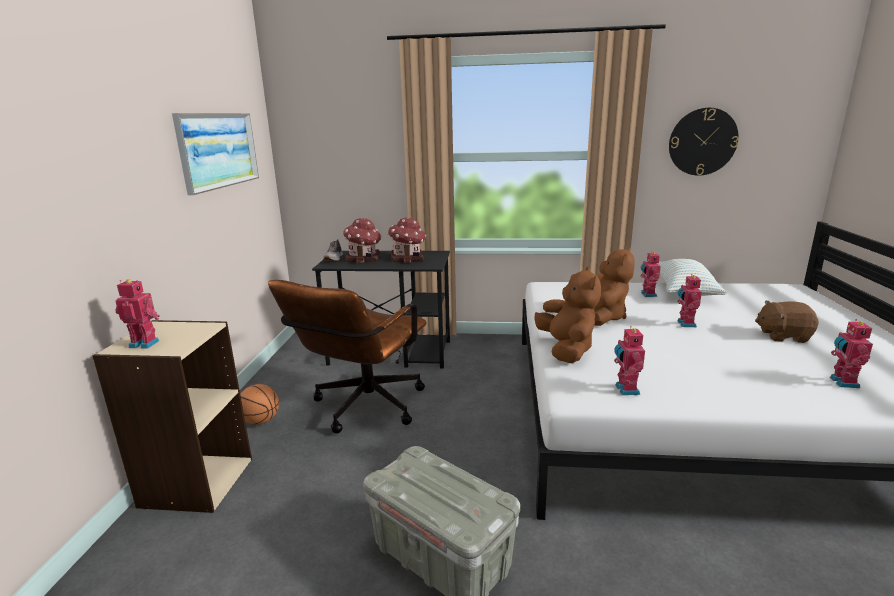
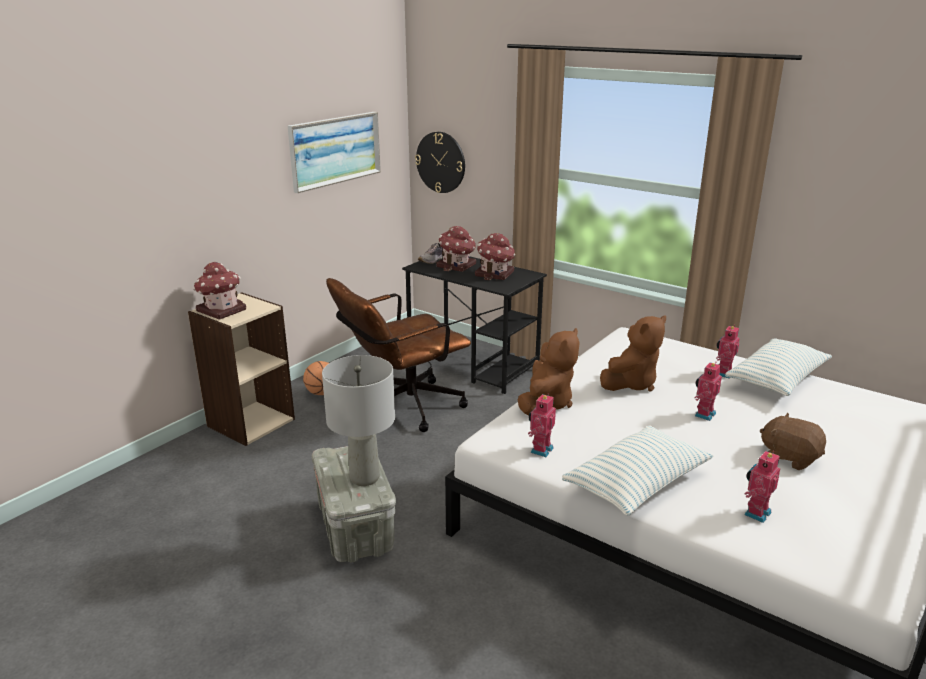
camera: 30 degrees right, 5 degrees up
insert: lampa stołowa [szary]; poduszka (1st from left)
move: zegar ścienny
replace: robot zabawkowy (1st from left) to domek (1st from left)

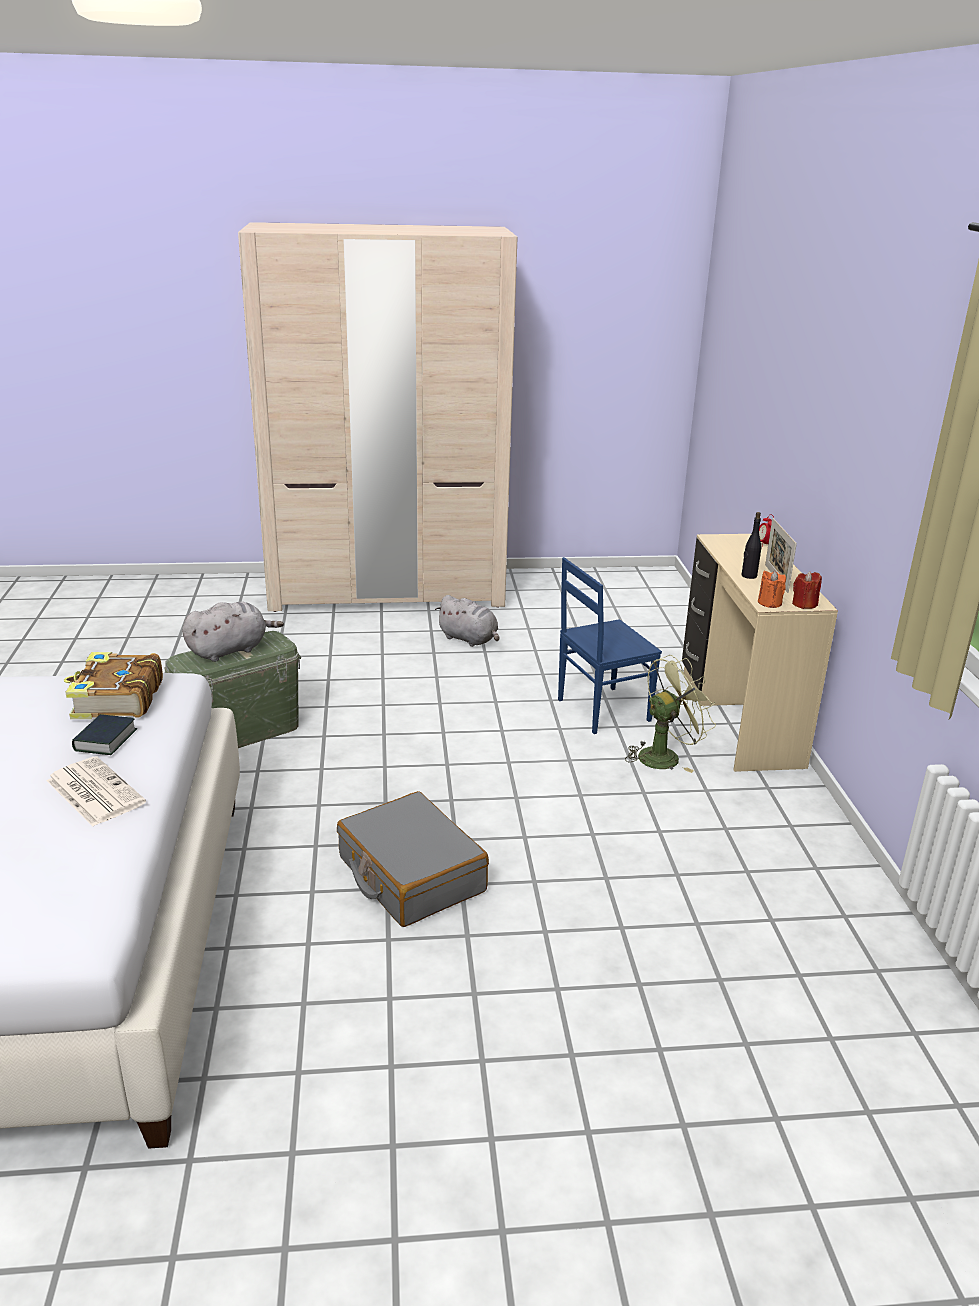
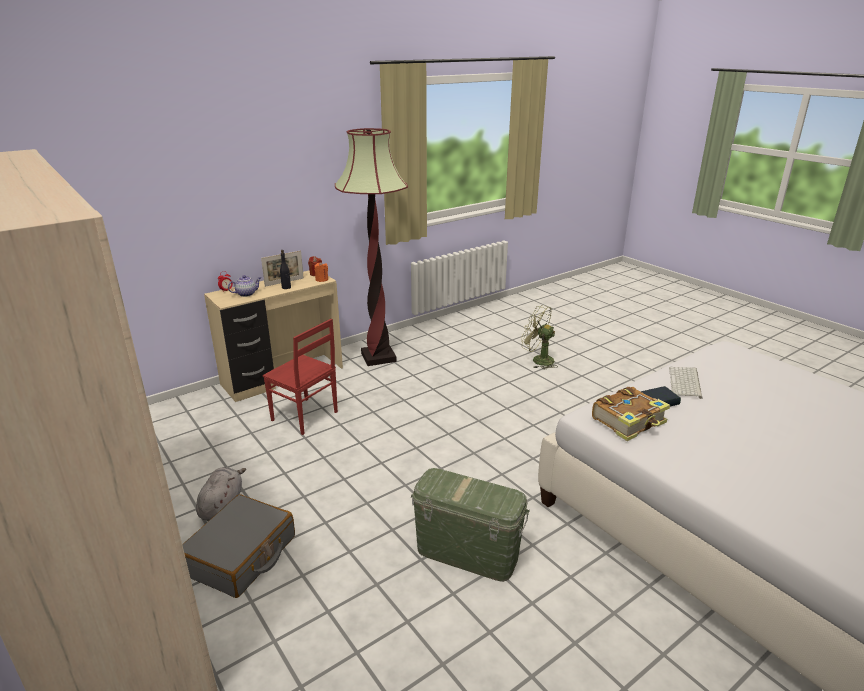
camera: 120 degrees left, 0 degrees up
delete: pluszak [szary] (1st from left)
insert: imbryk; lampa stojąca
move: walizka [szary]; wentylator [zielony]
replace: gazeta to klawiatura
recolor: krzesło [niebieski] to krzesło [czerwony]

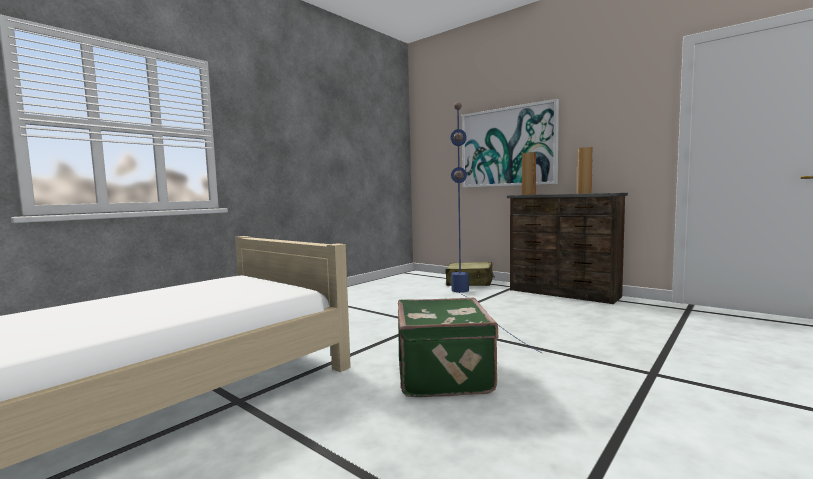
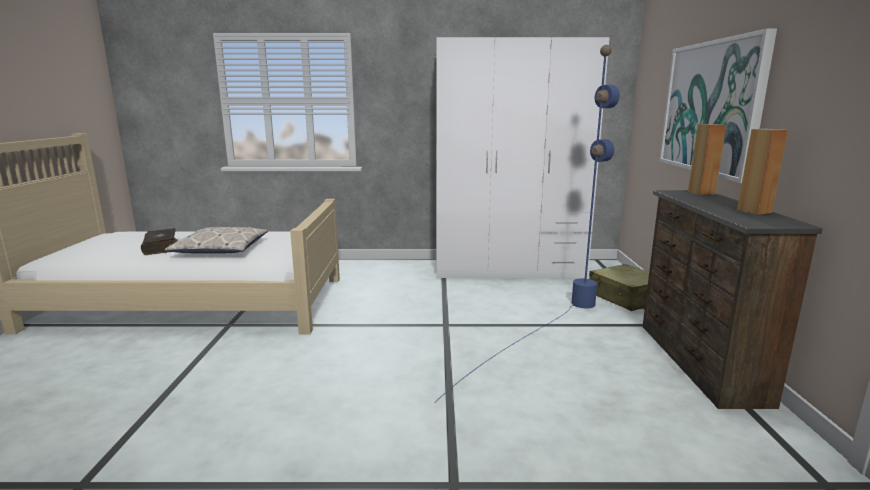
camera: 50 degrees right, 10 degrees up
delete: walizka [zielony]
insert: książka; poduszka; szafa [biały]

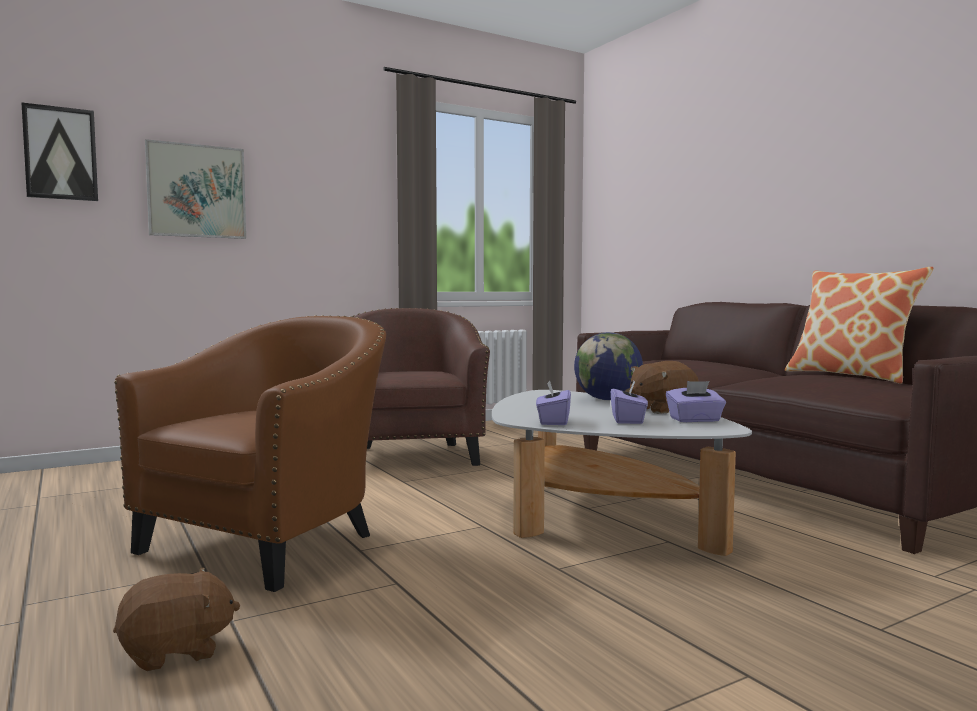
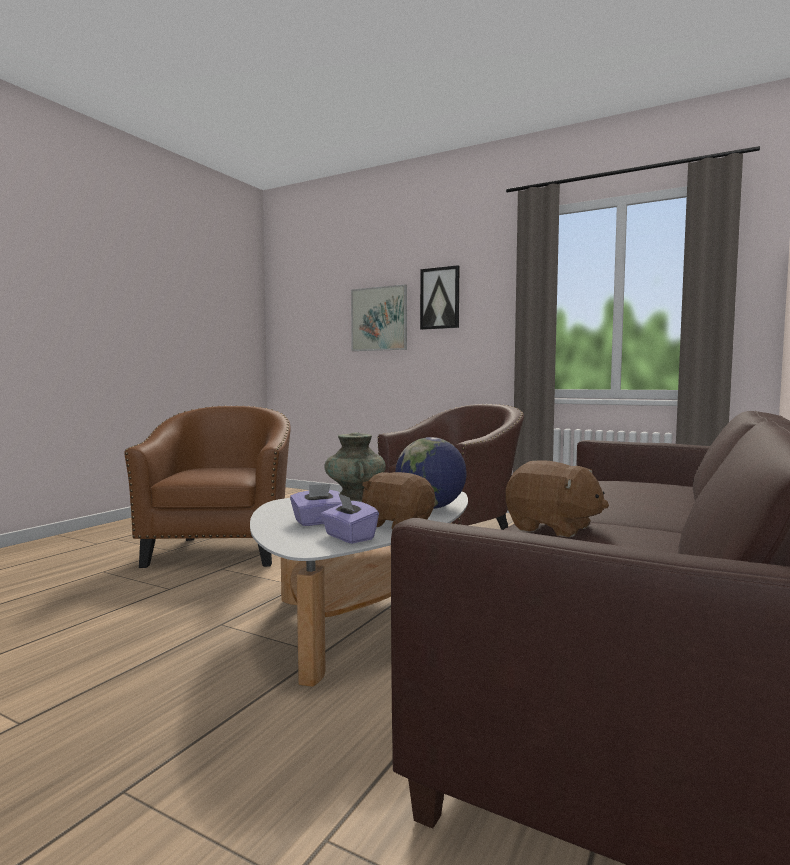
camera: 60 degrees right, 0 degrees up
delete: pudełko chusteczek [fioletowy] (1st from left); poduszka
insert: wazon [turkusowy]
move: obraz (1st from left in the first image) to obraz (2nd from left); pluszak [brązowy] (1st from left in the first image) to pluszak [brązowy] (2nd from left)
rotate: fotel [brązowy] (1st from left) 90 degrees counterclockwise

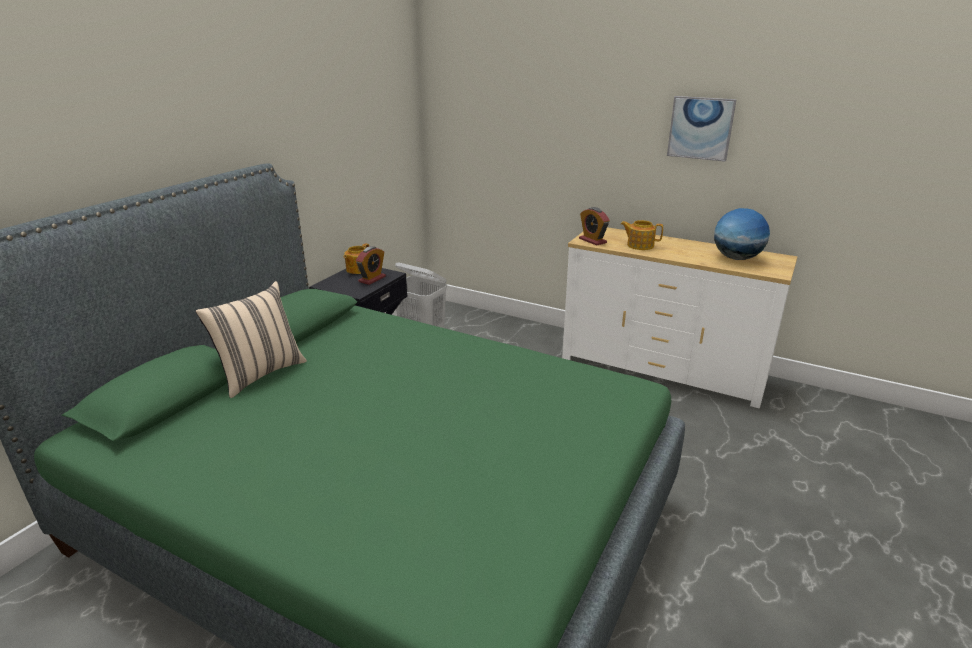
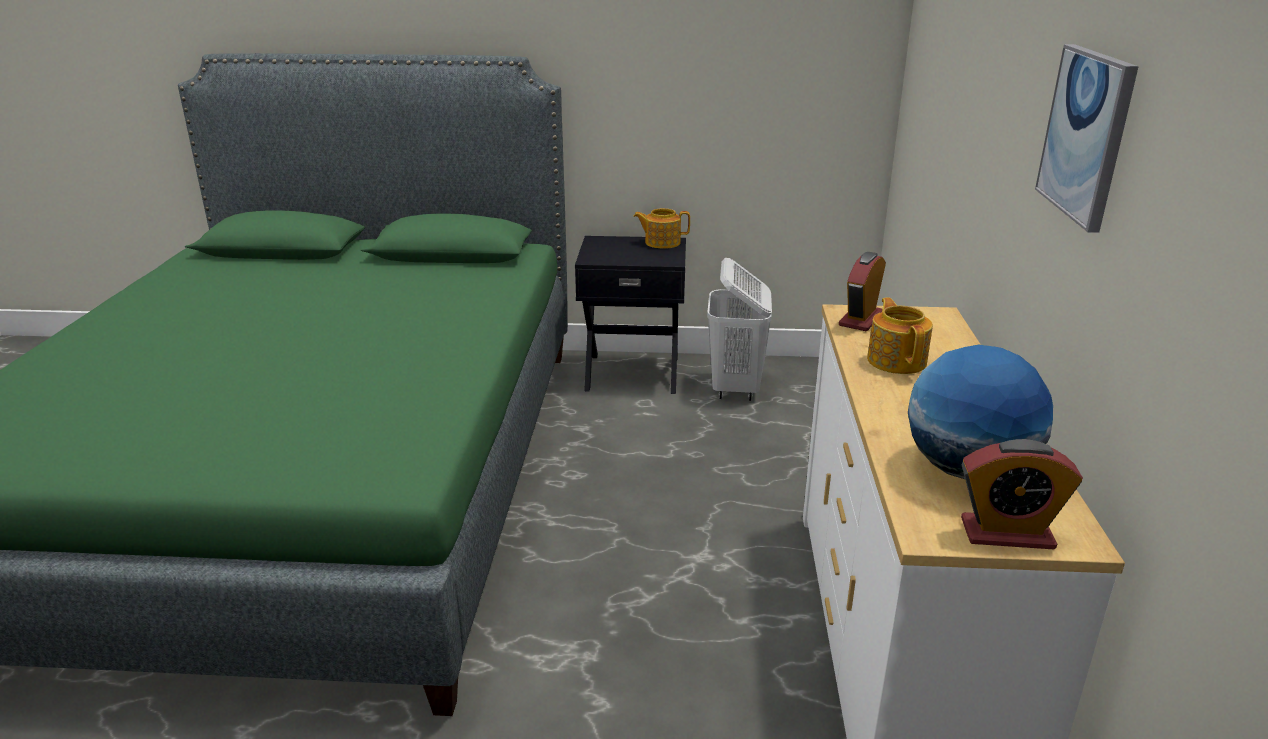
camera: 65 degrees right, 0 degrees up
delete: poduszka [beżowy]
move: budzik (1st from left in the first image) to budzik (2nd from left)

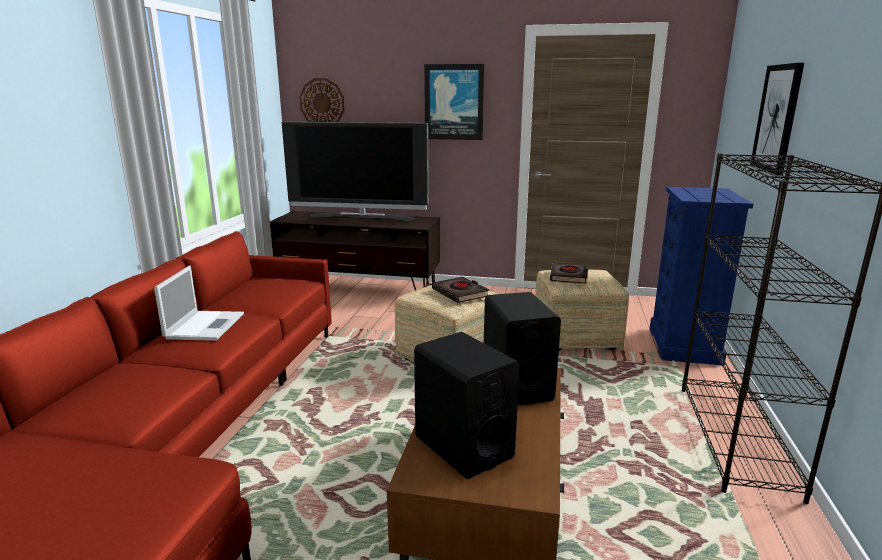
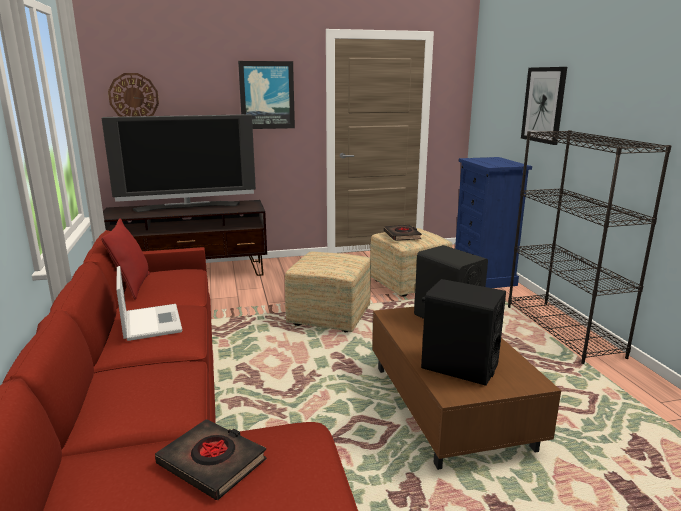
camera: 25 degrees left, 0 degrees up
insert: poduszka [czerwony]
move: książka [czarny] (1st from left)

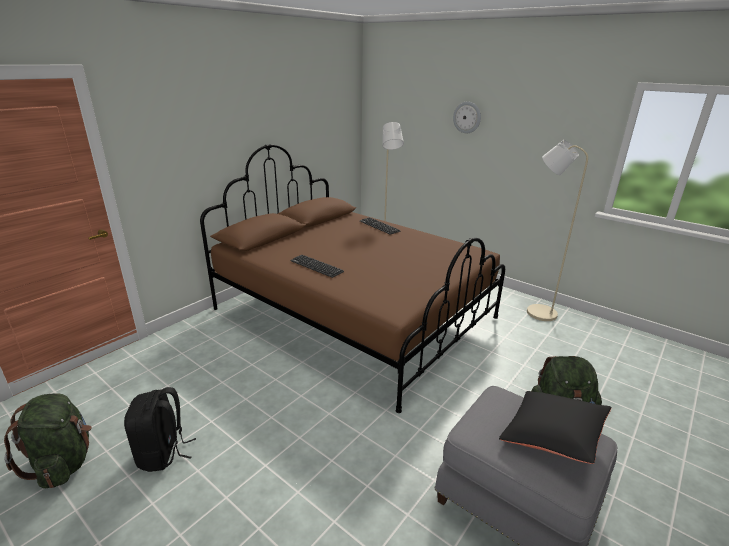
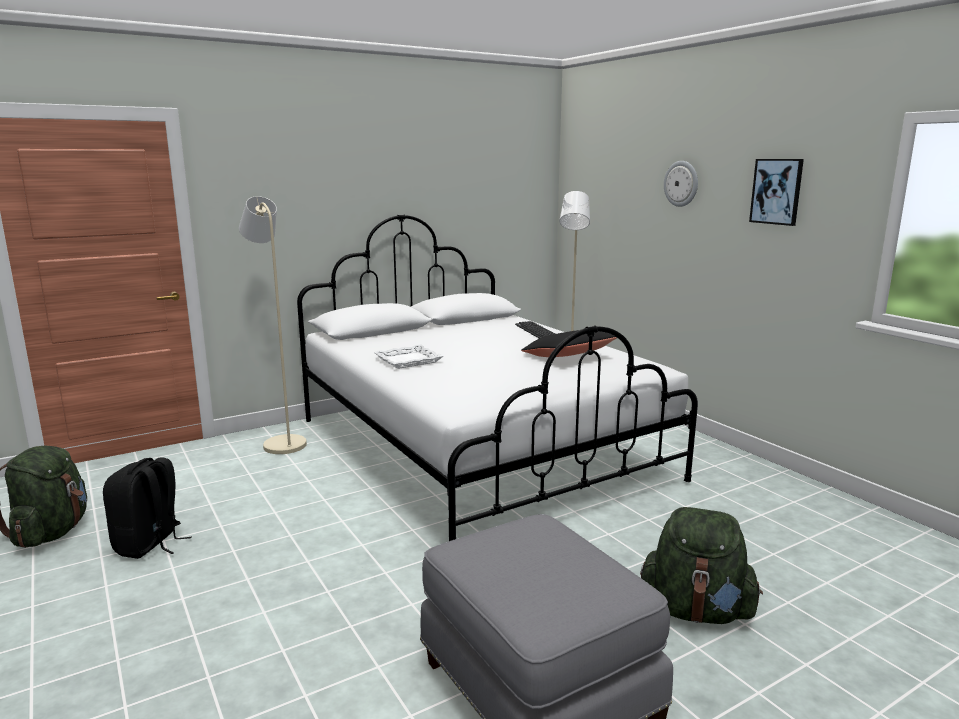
camera: 20 degrees right, 10 degrees down
insert: obraz
move: lampa stojąca [beżowy] (2nd from left in the first image) to lampa stojąca [beżowy] (1st from left); poduszka [czarny]
replace: klawiatura (1st from left) to taca [biały]
recolor: łóżko [brązowy] to łóżko [biały]

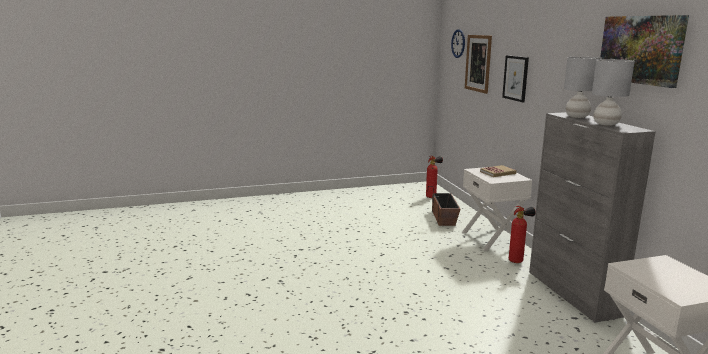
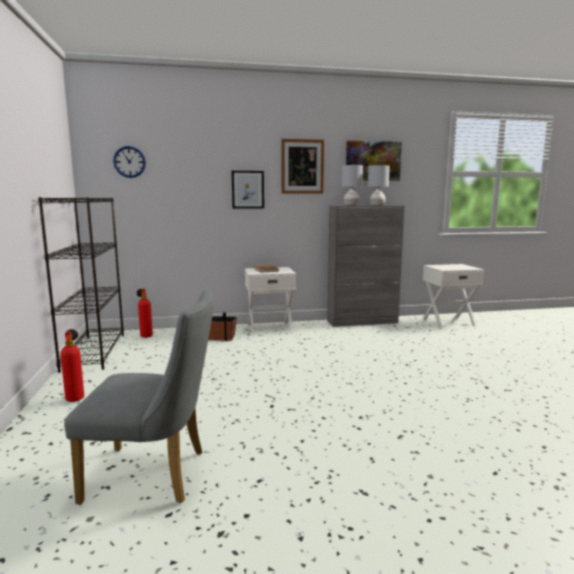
camera: 85 degrees left, 5 degrees down
insert: regał [czarny]; krzesło [szary]
move: gaśnica (2nd from left in the first image) to gaśnica (1st from left); obraz (1st from left in the first image) to obraz (2nd from left)

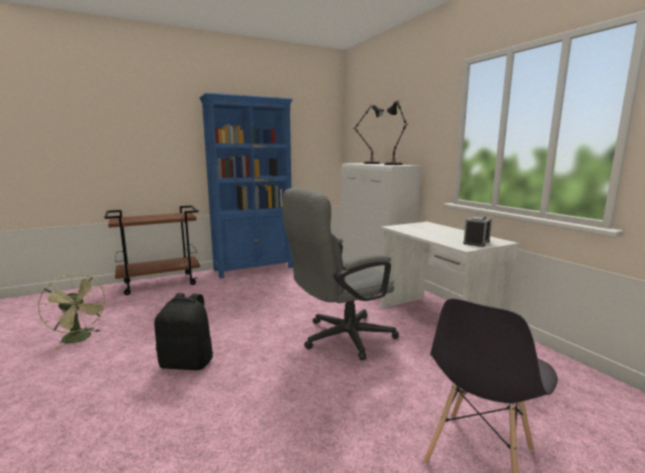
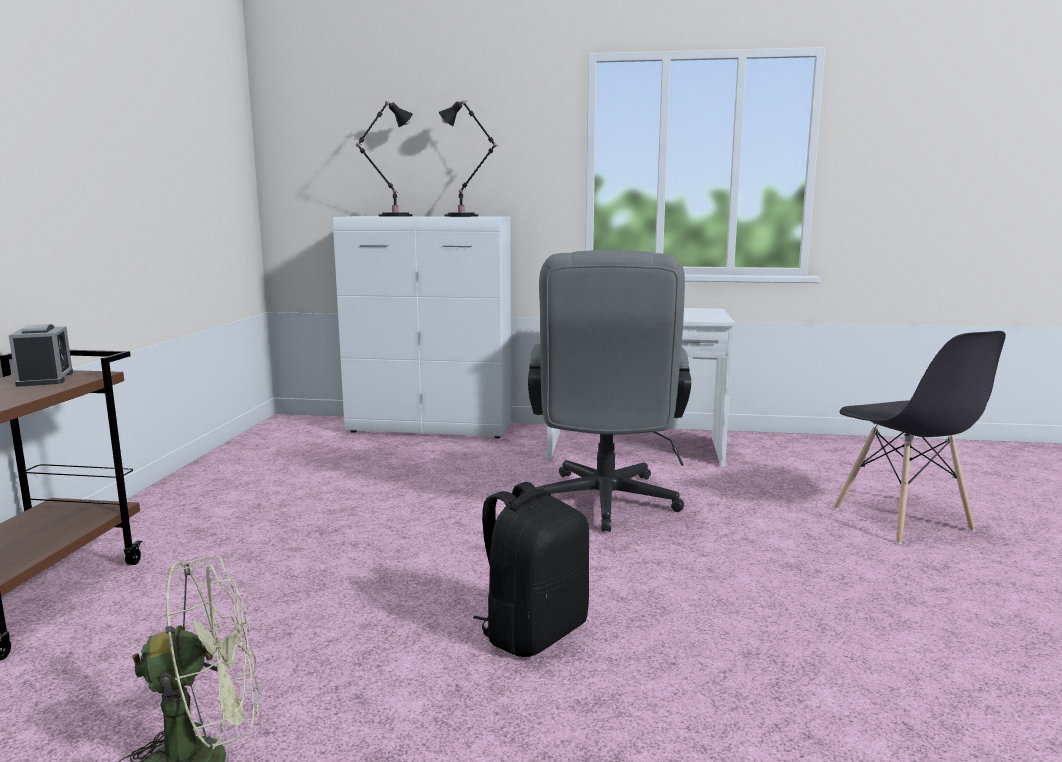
camera: 55 degrees left, 0 degrees up
delete: regał [niebieski]
move: budzik

